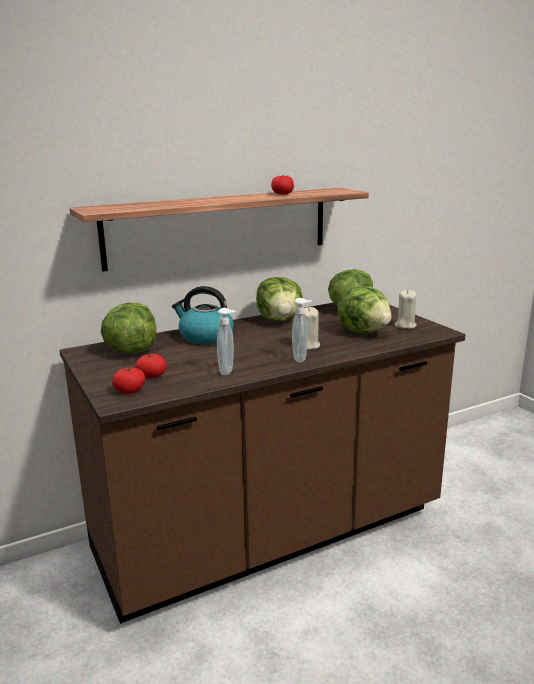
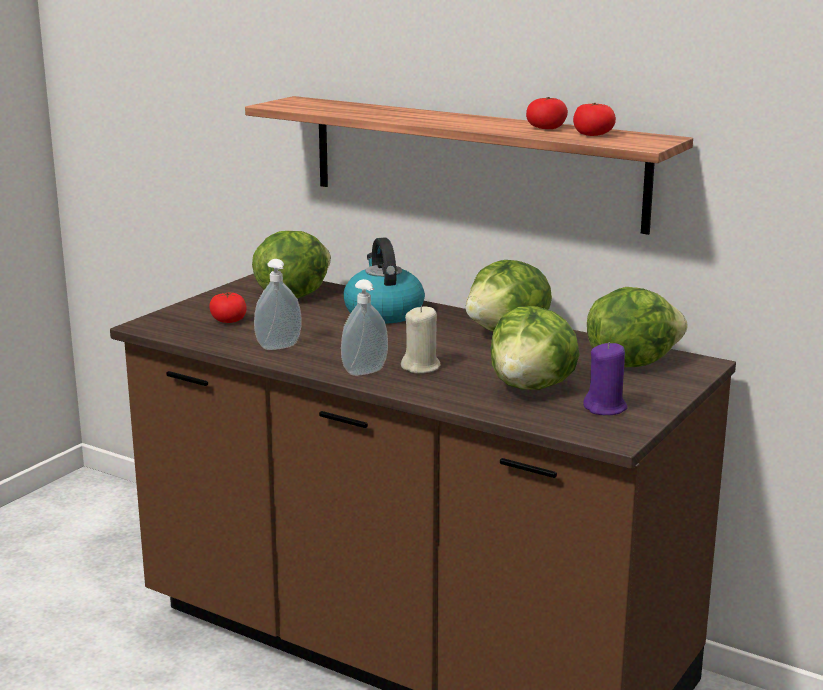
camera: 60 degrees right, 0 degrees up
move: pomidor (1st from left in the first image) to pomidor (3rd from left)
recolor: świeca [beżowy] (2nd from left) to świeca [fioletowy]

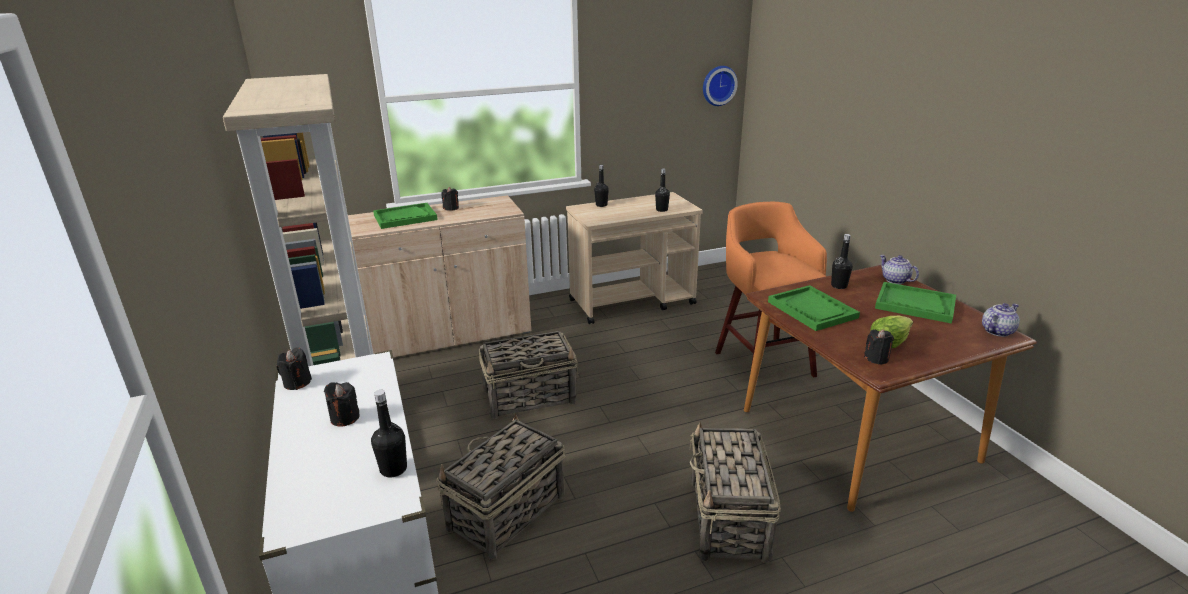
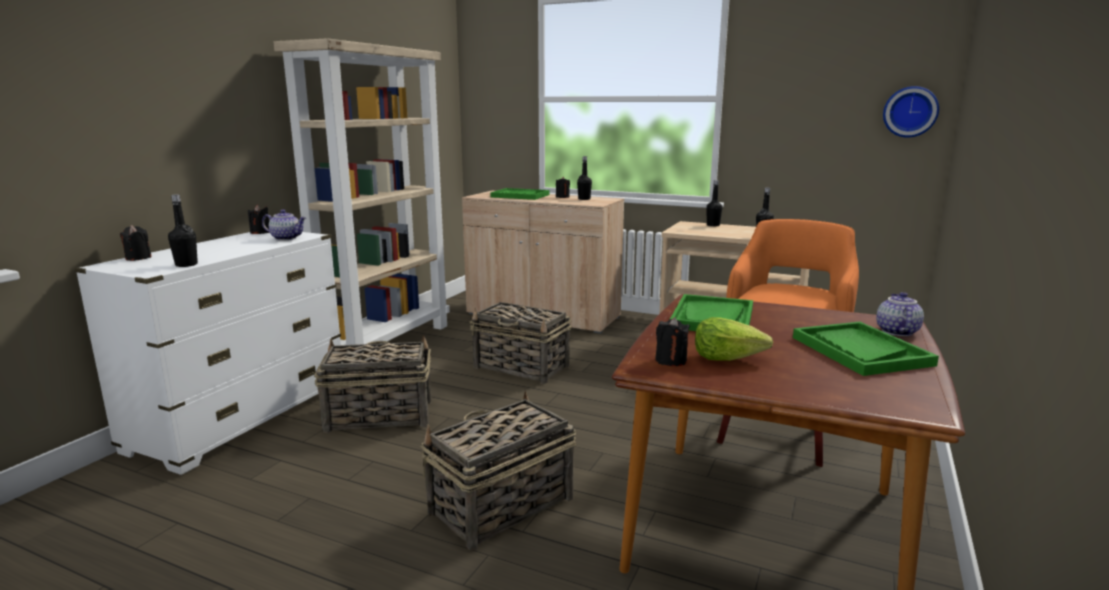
camera: 45 degrees right, 10 degrees down
move: świeca [czarny] (2nd from left in the first image) to świeca [czarny] (1st from left); imbryk (2nd from left in the first image) to imbryk (1st from left); butelka [czarny] (4th from left in the first image) to butelka [czarny] (2nd from left)

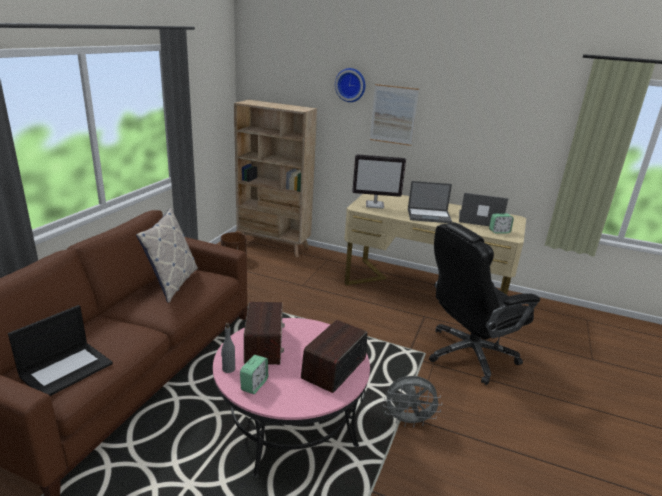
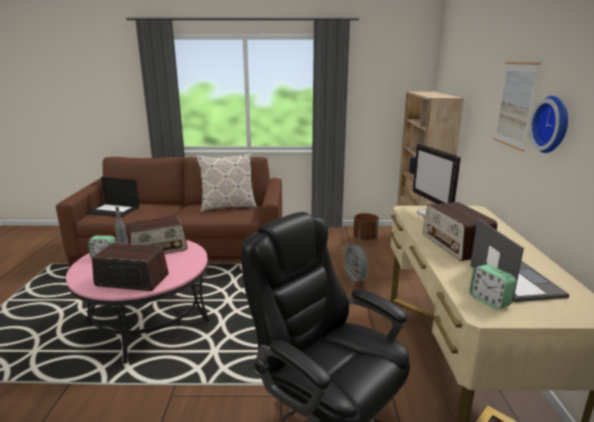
camera: 70 degrees right, 5 degrees down
move: wentylator [szary]; zegar ścienny
replace: laptop (2nd from left) to radio (3rd from left)

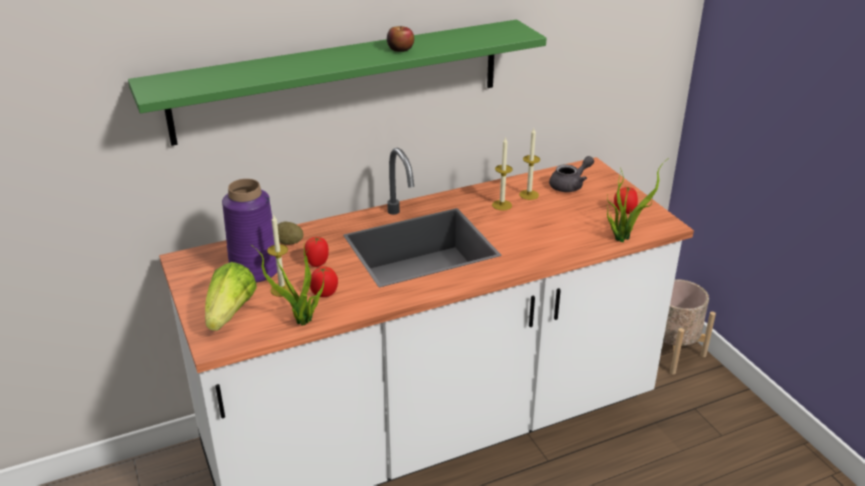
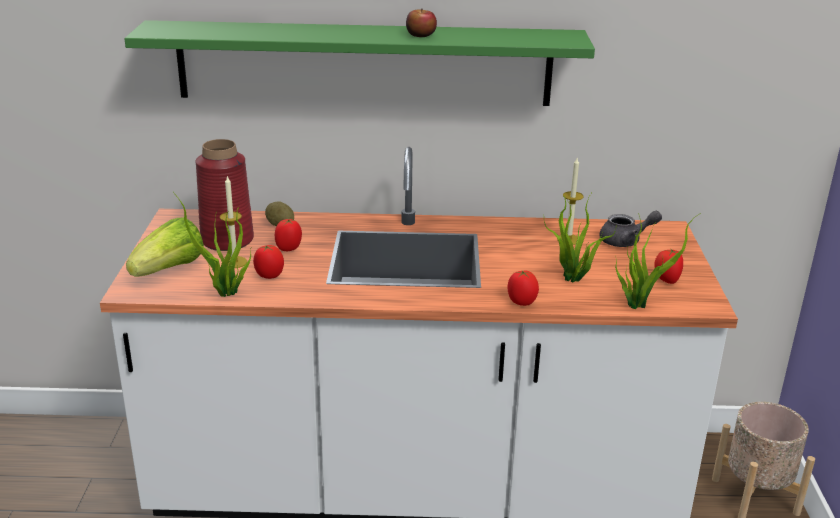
camera: 25 degrees right, 5 degrees down
delete: świeca (2nd from left)
insert: pomidor (3rd from left); roślina doniczkowa (2nd from left)
recolor: wazon [fioletowy] to wazon [czerwony]

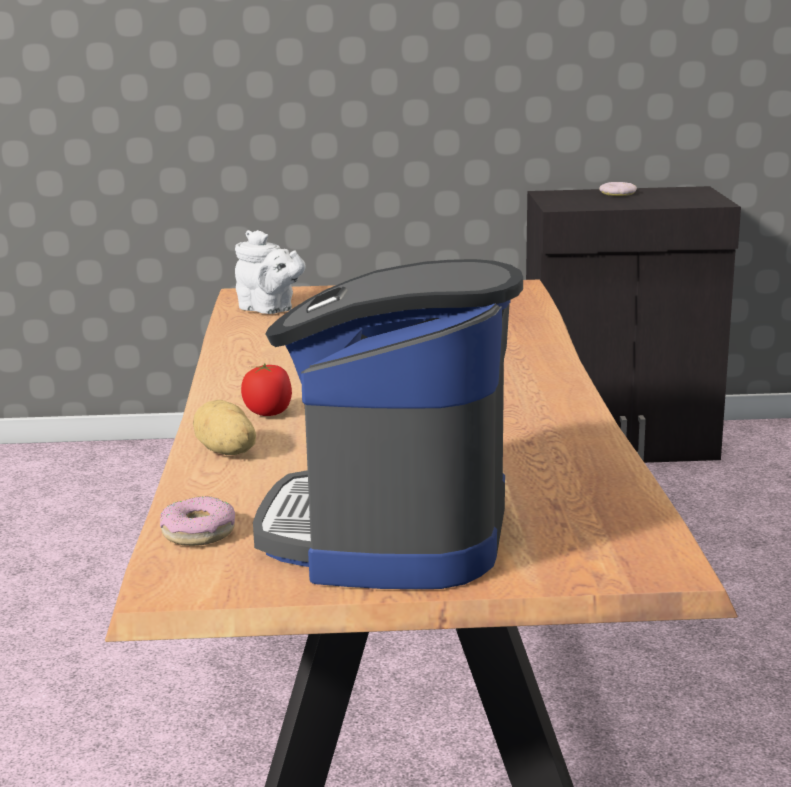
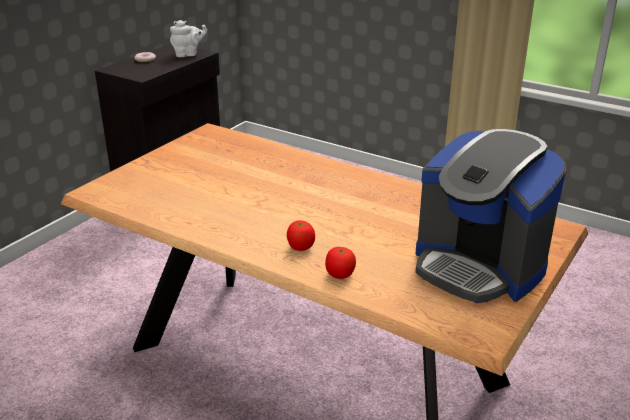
camera: 55 degrees left, 10 degrees up
delete: donut (1st from left)
move: imbryk [biały]
replace: ziemniak to pomidor (2nd from left)

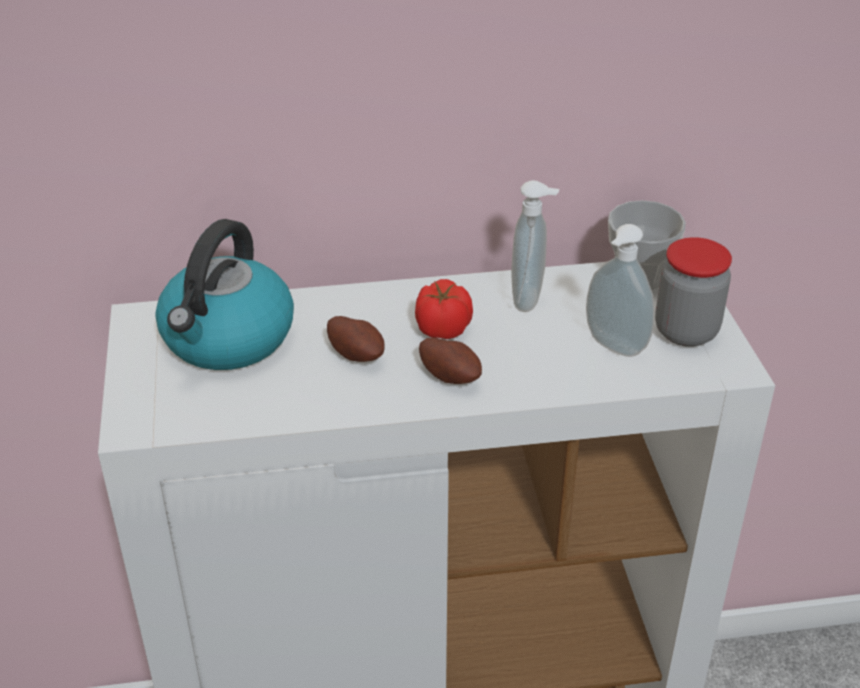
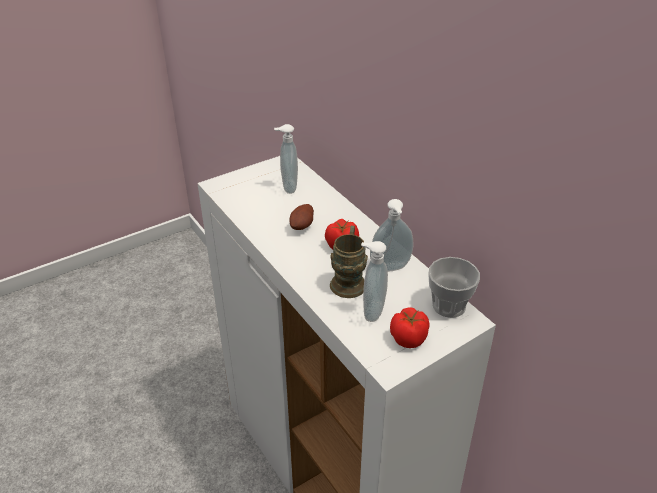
camera: 65 degrees right, 0 degrees up
delete: ziemniak (2nd from left)
insert: kubek [brązowy]
replace: czajnik to dozownik mydła (1st from left); słoik to pomidor (2nd from left)

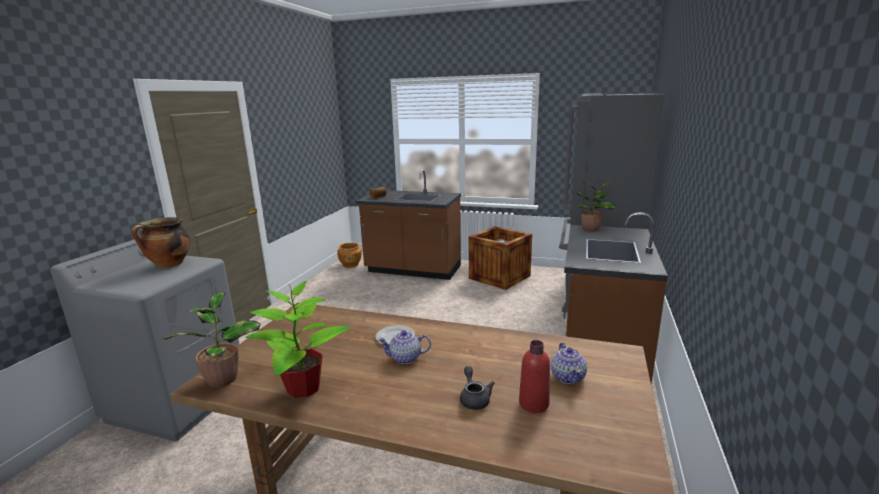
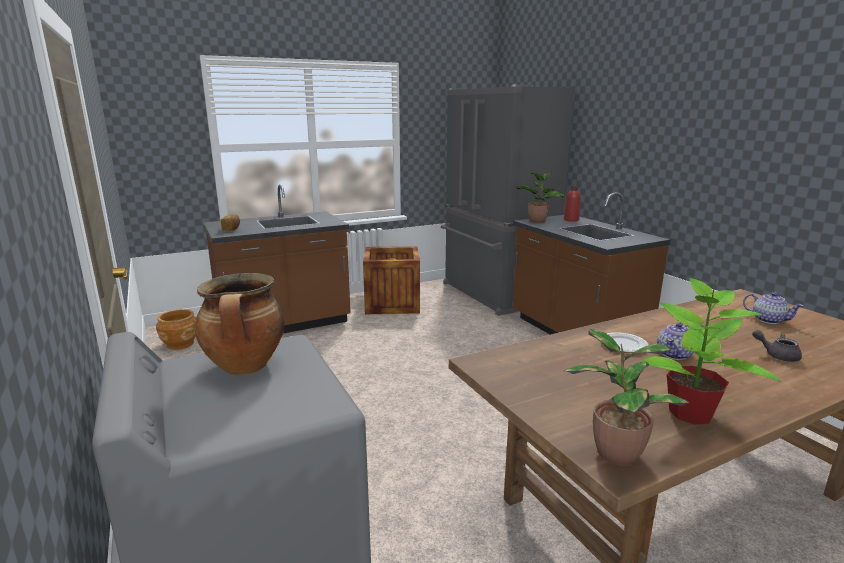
camera: 45 degrees left, 0 degrees up
move: butelka [czerwony]

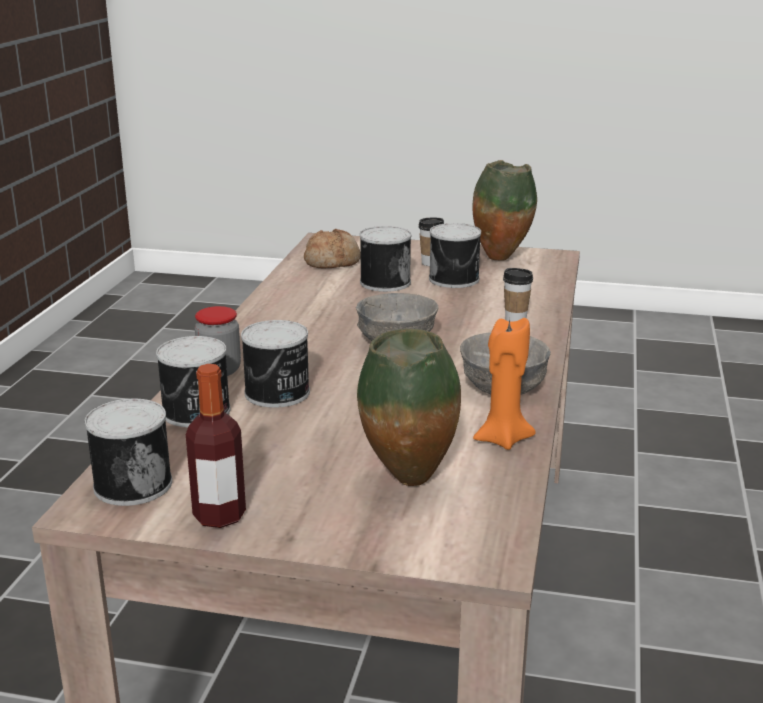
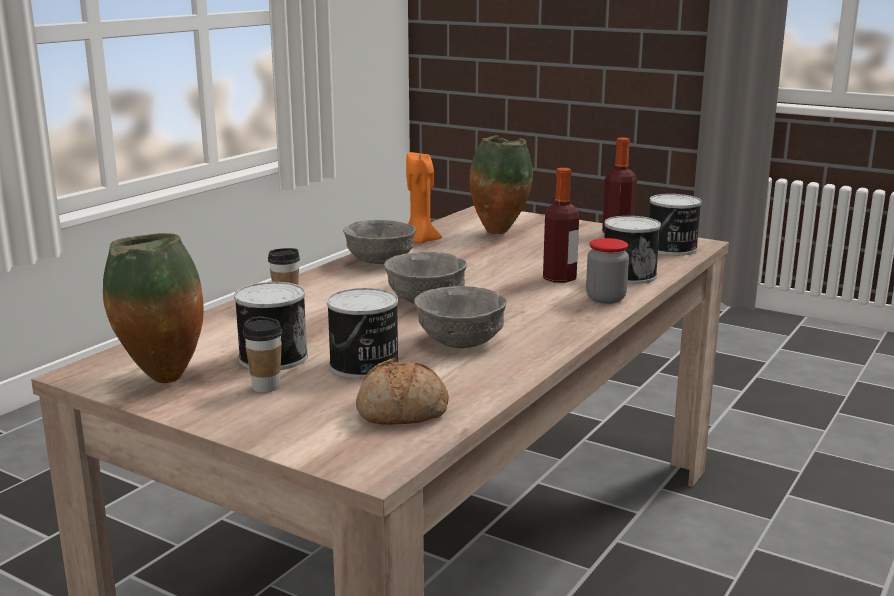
camera: 160 degrees left, 5 degrees down
insert: miska [szary] (3rd from left)
replace: puszka (3rd from left) to butelka (1st from left)

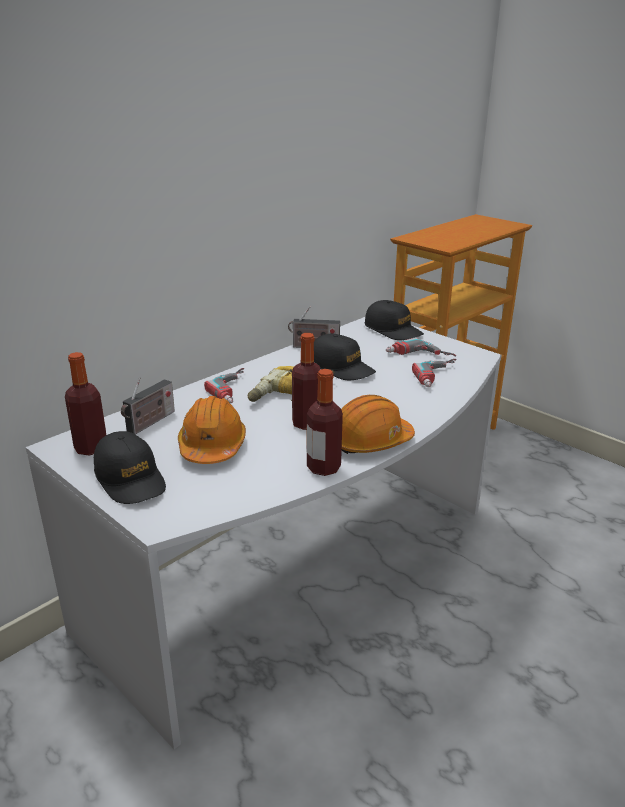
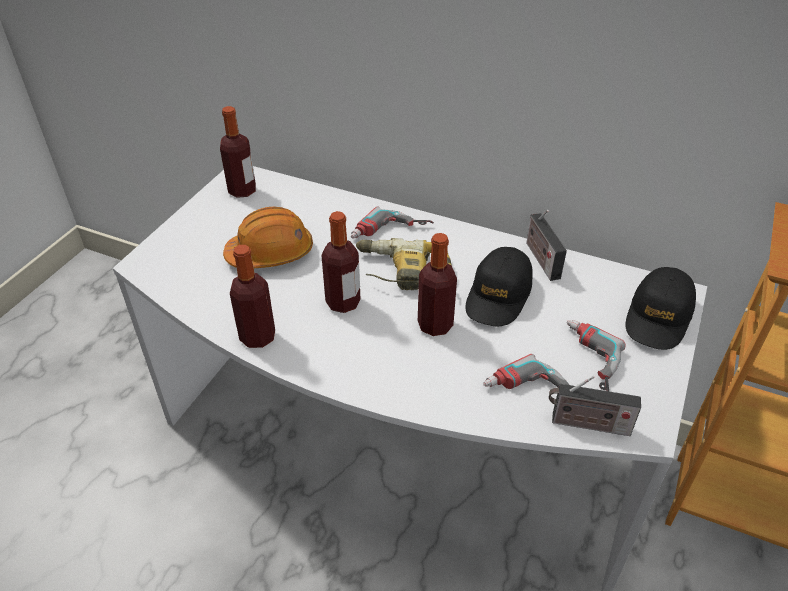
camera: 70 degrees right, 15 degrees up
delete: czapka z daszkiem [czarny] (1st from left); kask [pomarańczowy] (2nd from left)
insert: butelka (4th from left)
move: radio (1st from left in the first image) to radio (2nd from left)

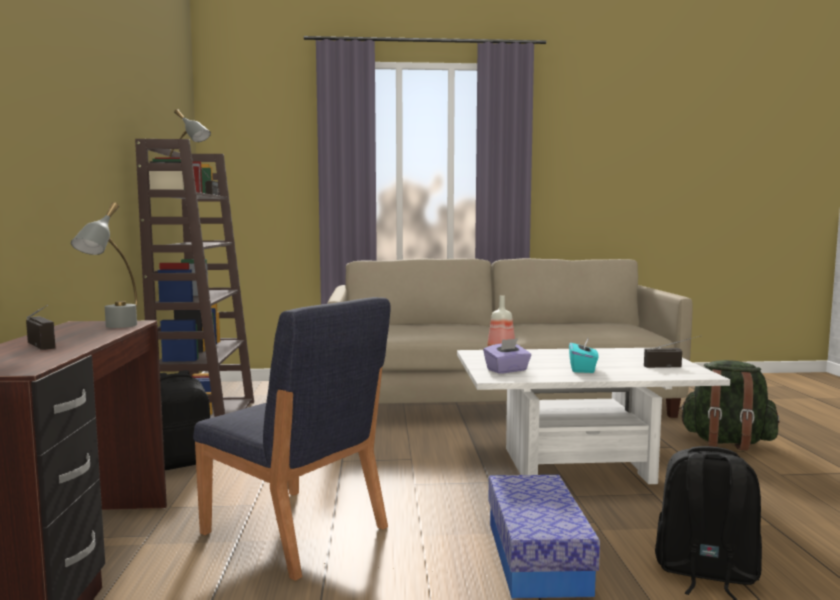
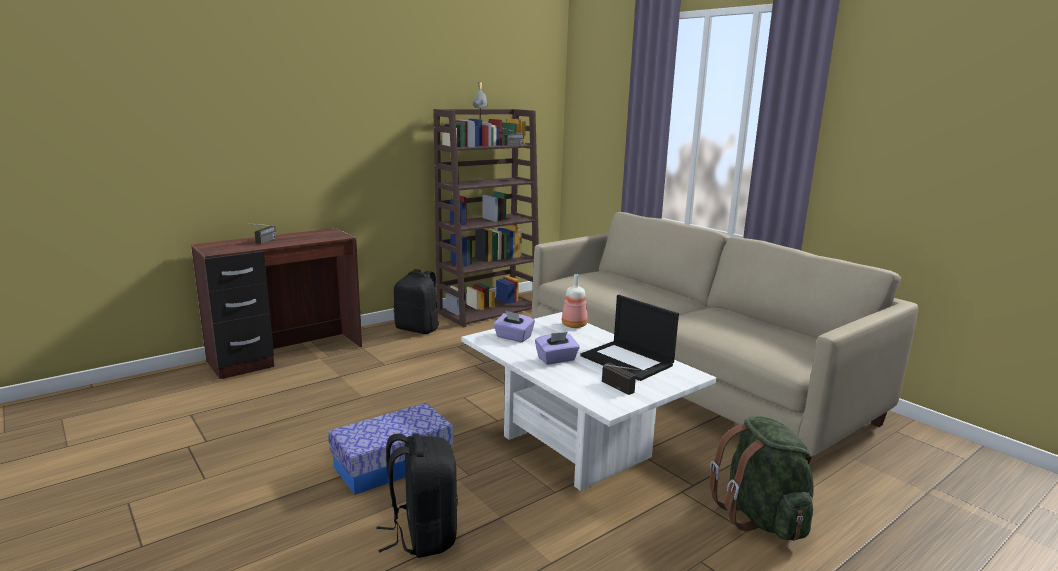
camera: 55 degrees right, 10 degrees up
delete: lampa stołowa [szary] (1st from left); krzesło [niebieski]
insert: laptop
recolor: pudełko chusteczek [turkusowy] to pudełko chusteczek [fioletowy] (2nd from left)

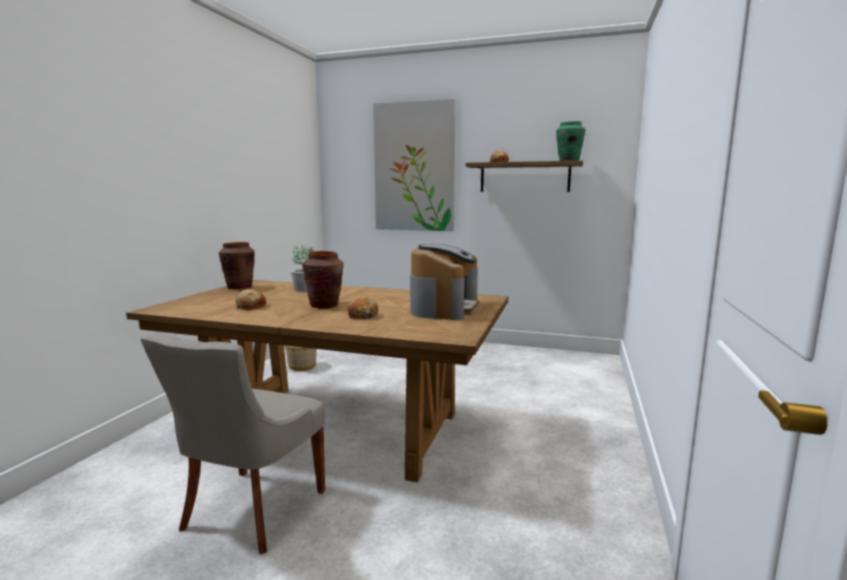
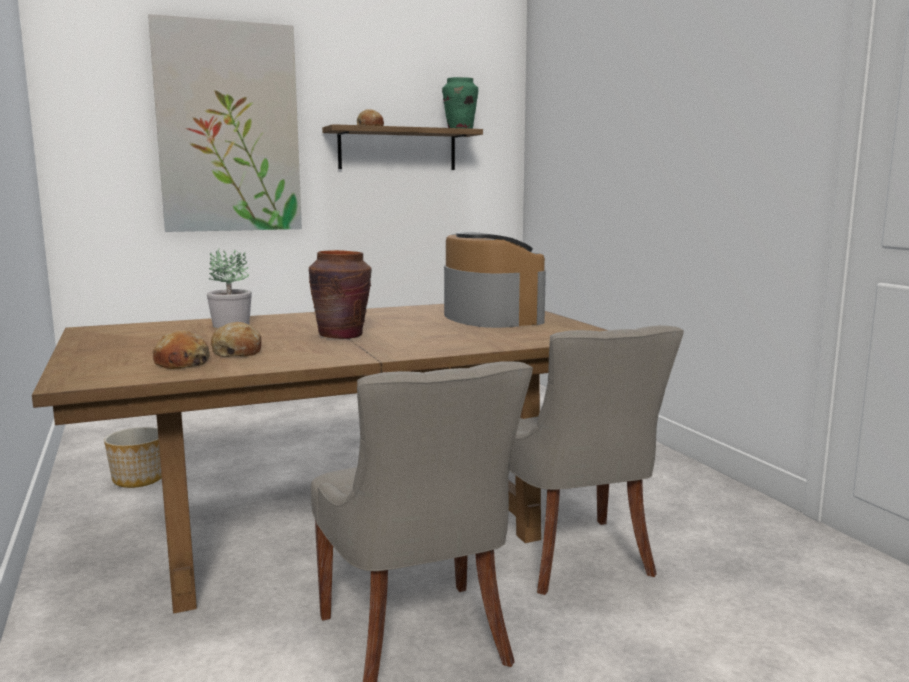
camera: 40 degrees left, 0 degrees up
delete: wazon [brązowy] (1st from left)
insert: krzesło [szary] (2nd from left)
move: chleb (2nd from left in the first image) to chleb (1st from left)

